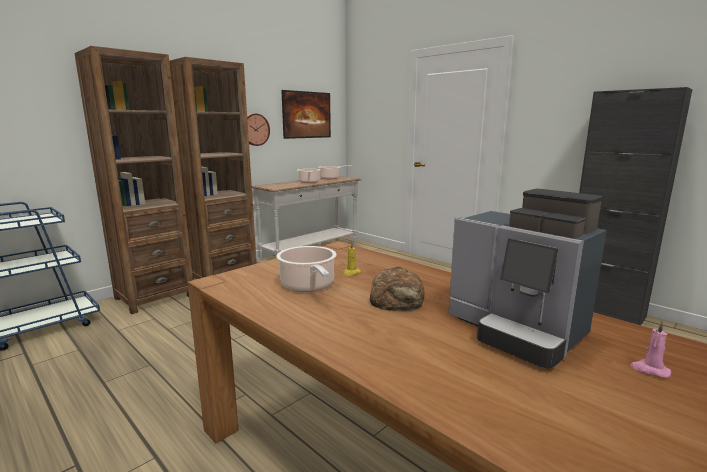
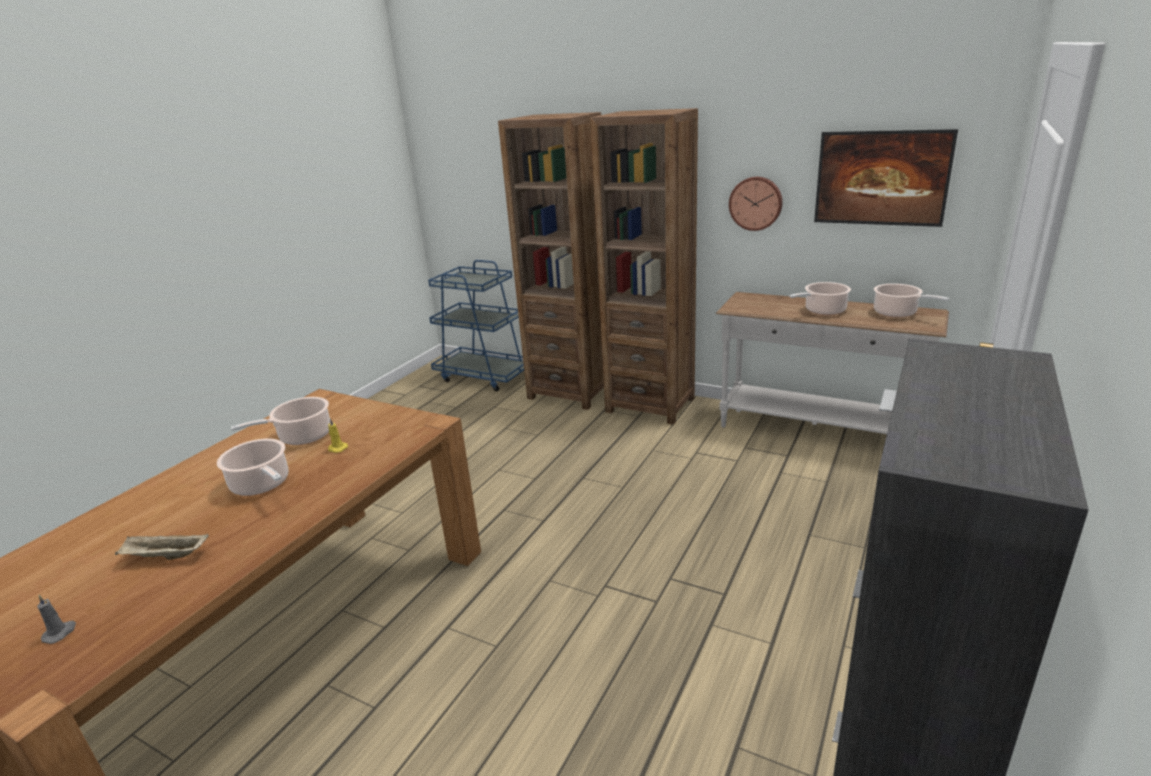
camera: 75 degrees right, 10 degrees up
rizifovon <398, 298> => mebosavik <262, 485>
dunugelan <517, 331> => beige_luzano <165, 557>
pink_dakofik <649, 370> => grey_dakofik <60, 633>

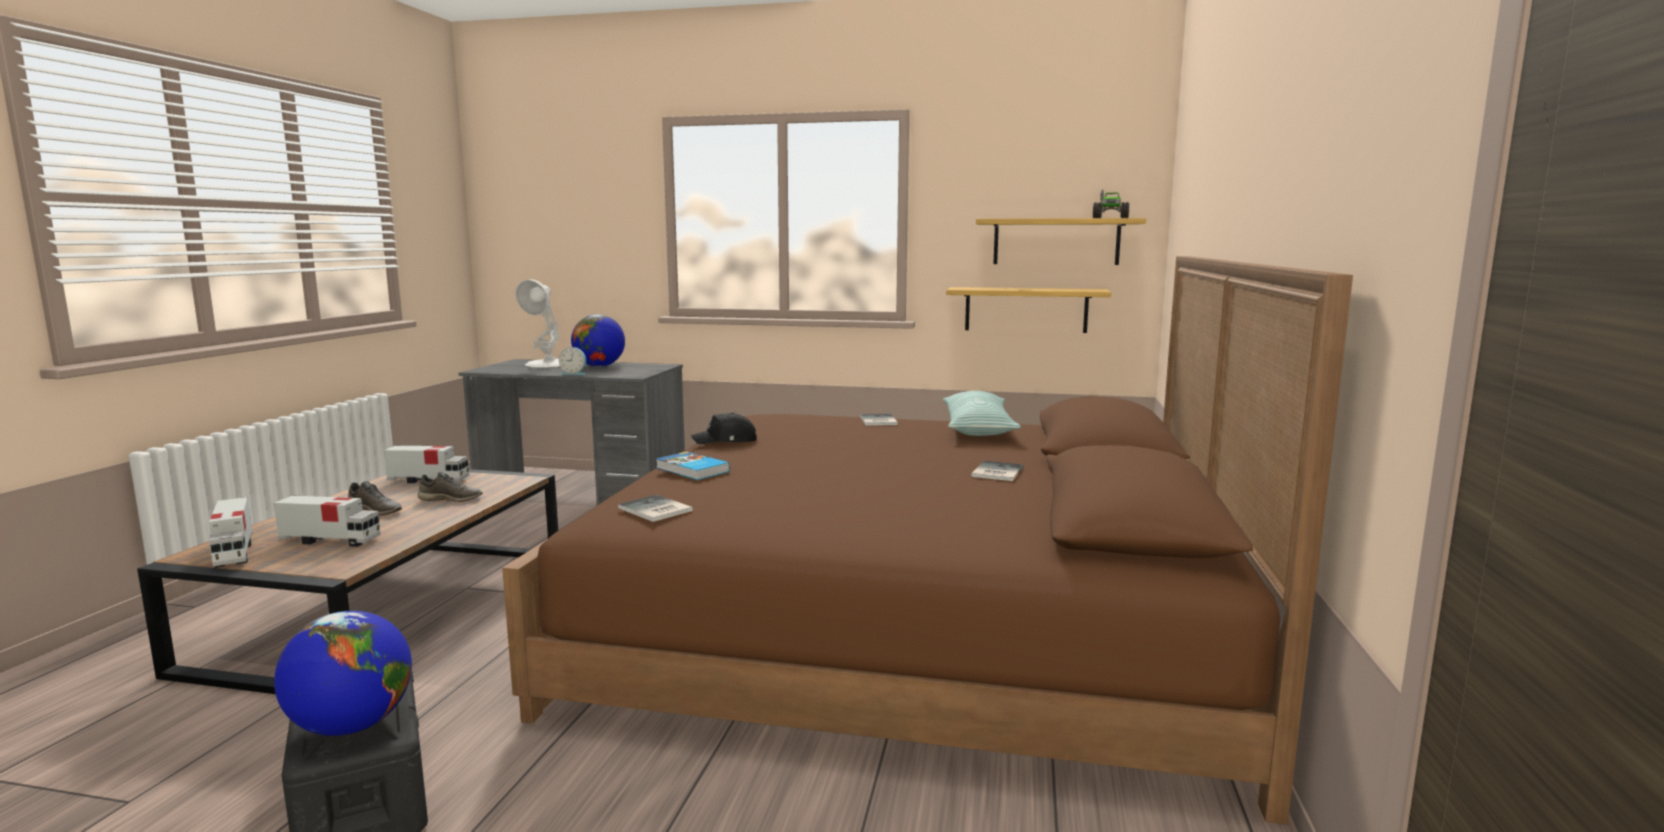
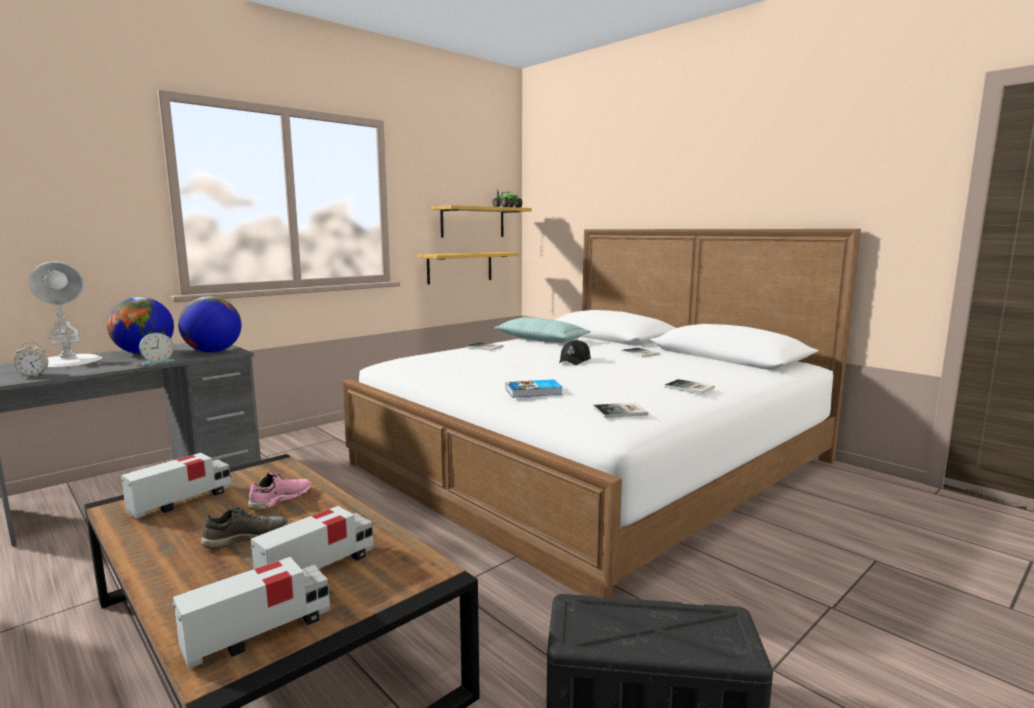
camera: 55 degrees left, 0 degrees up
nothing => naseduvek <33, 375>
nothing => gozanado <690, 388>
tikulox <352, 726> => tikulox <213, 352>, move
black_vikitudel <726, 441> => black_vikitudel <575, 361>, move
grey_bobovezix <451, 499> => pink_bobovezix <280, 499>
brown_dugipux <912, 620> => white_dugipux <592, 461>
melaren <234, 553> => melaren <260, 633>, 45 degrees counterclockwise

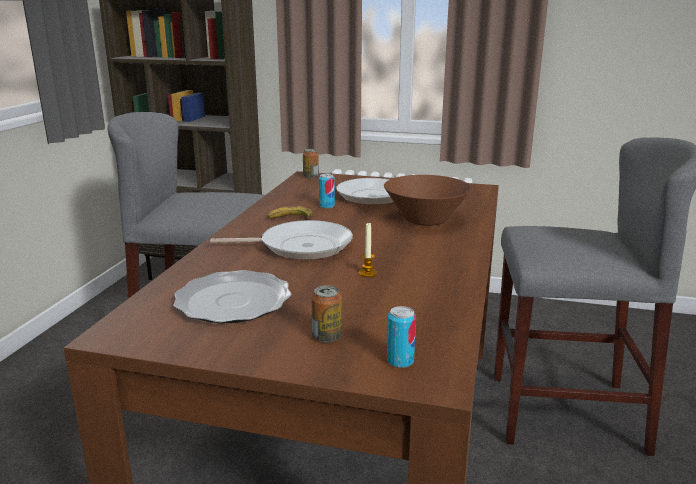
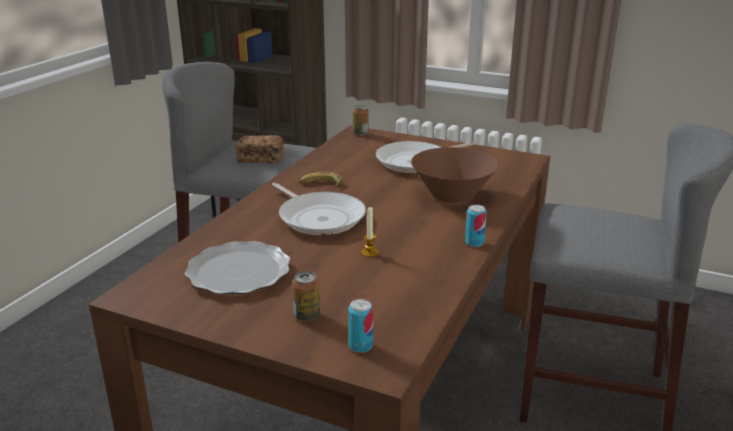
camera: 10 degrees right, 5 degrees up
nothing => rizifovon <260, 159>
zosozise <326, 206> => zosozise <474, 243>, move
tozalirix <300, 246> => tozalirix <319, 217>, 45 degrees clockwise

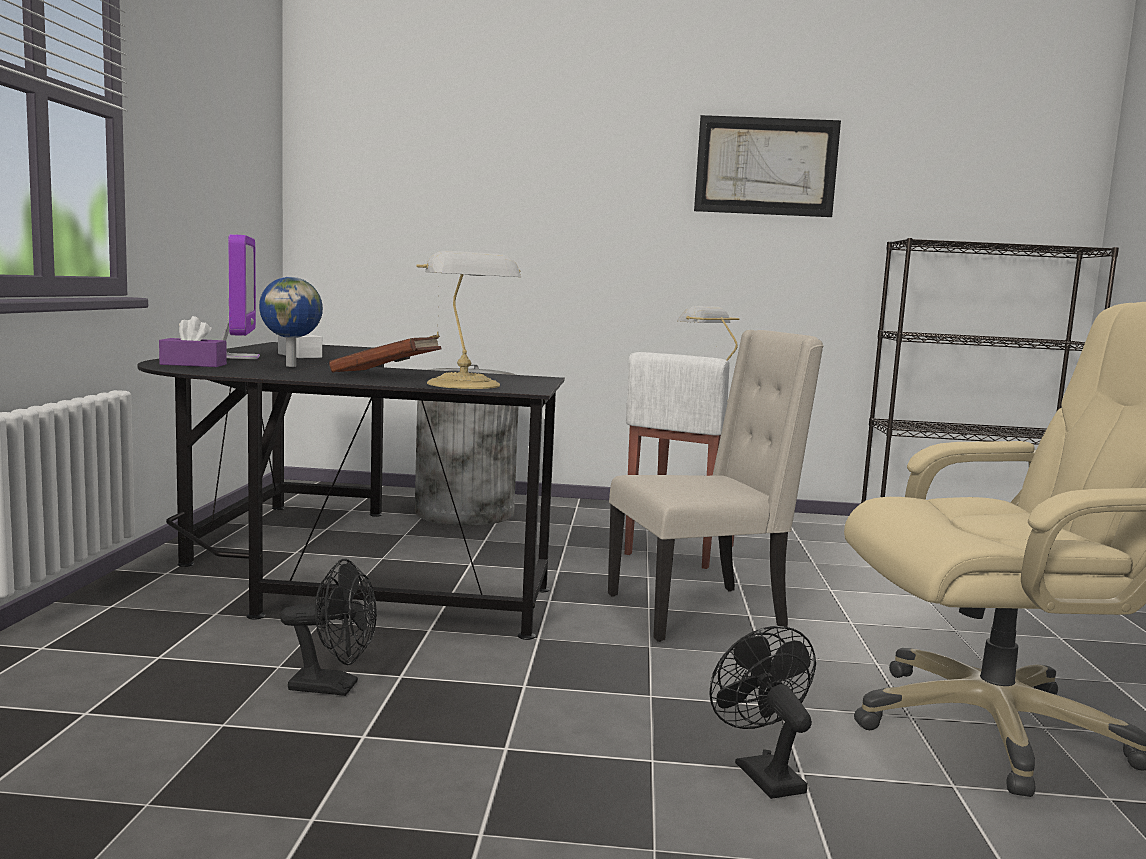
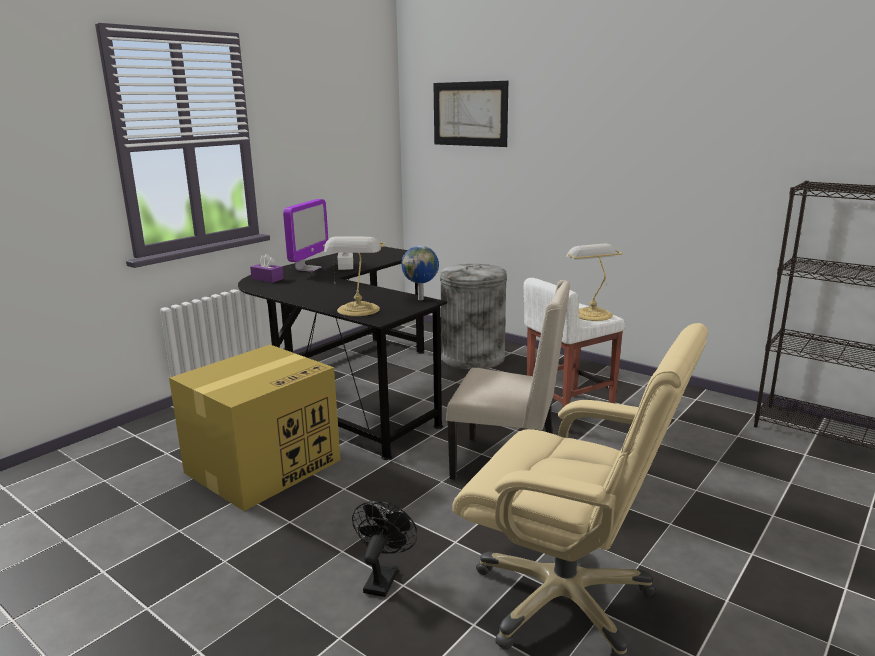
camera: 35 degrees right, 10 degrees up
brown_gozanado <386, 375> => nothing
tikulox <291, 366> => tikulox <421, 299>, move
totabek <766, 166> => totabek <469, 114>, move
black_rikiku <334, 687> => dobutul <264, 465>

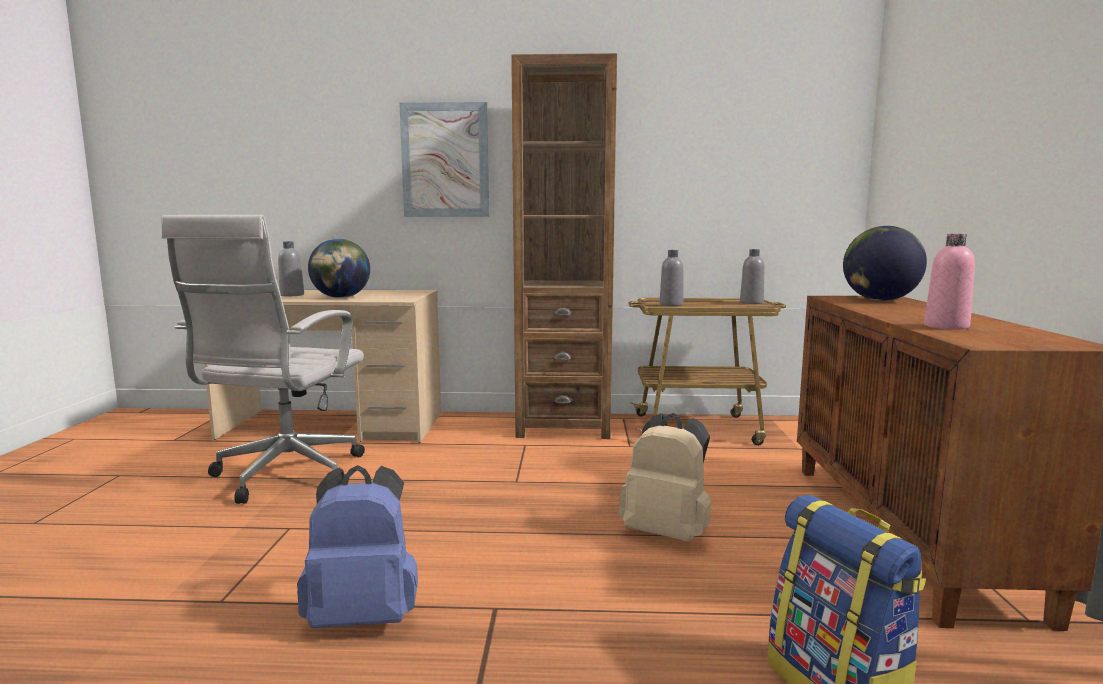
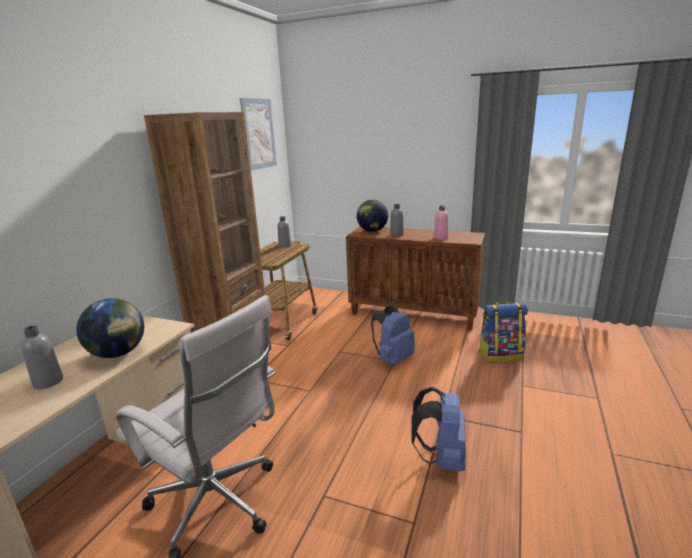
camera: 70 degrees left, 10 degrees up
totabek <445, 160> => totabek <258, 134>, move
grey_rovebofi <671, 304> => grey_rovebofi <396, 235>, move
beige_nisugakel <667, 533> => blue_nisugakel <393, 359>

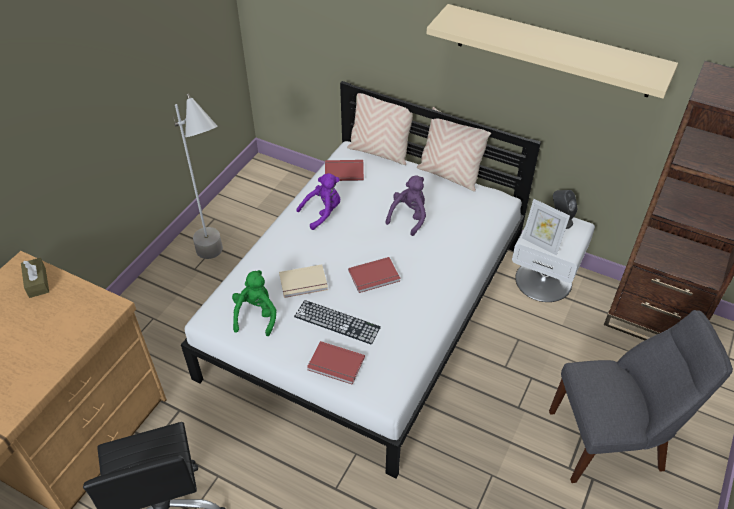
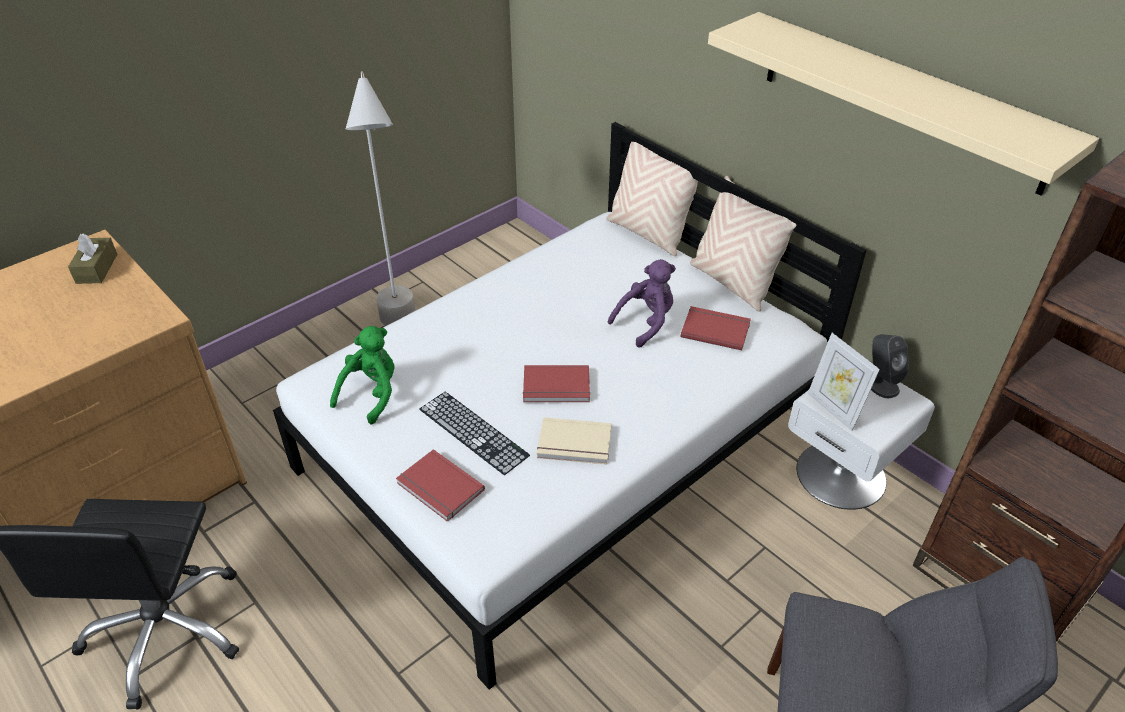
camera: 20 degrees right, 5 degrees down
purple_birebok <322, 212> => nothing
beige_gozanado <304, 283> => beige_gozanado <574, 444>, move
red_gozanado <344, 171> => red_gozanado <715, 329>, move

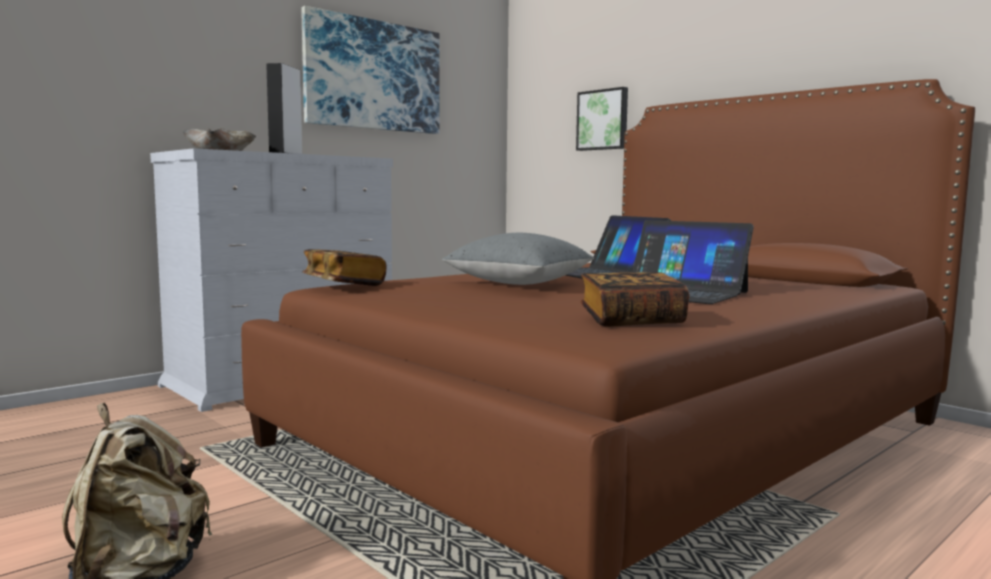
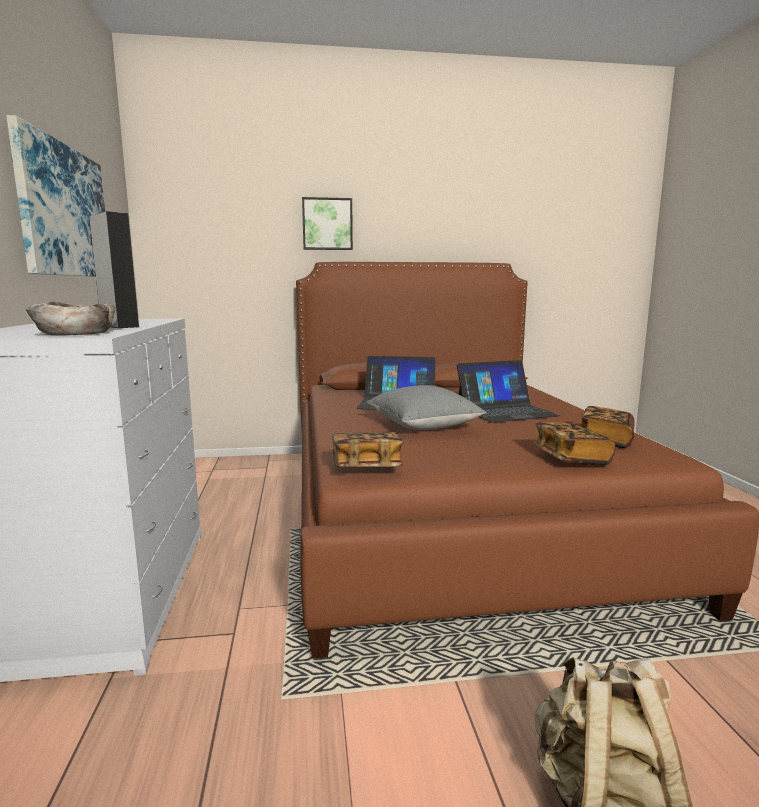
camera: 55 degrees left, 5 degrees up
nothing => gozanado <570, 458>
totabek <603, 120> => totabek <327, 224>, move

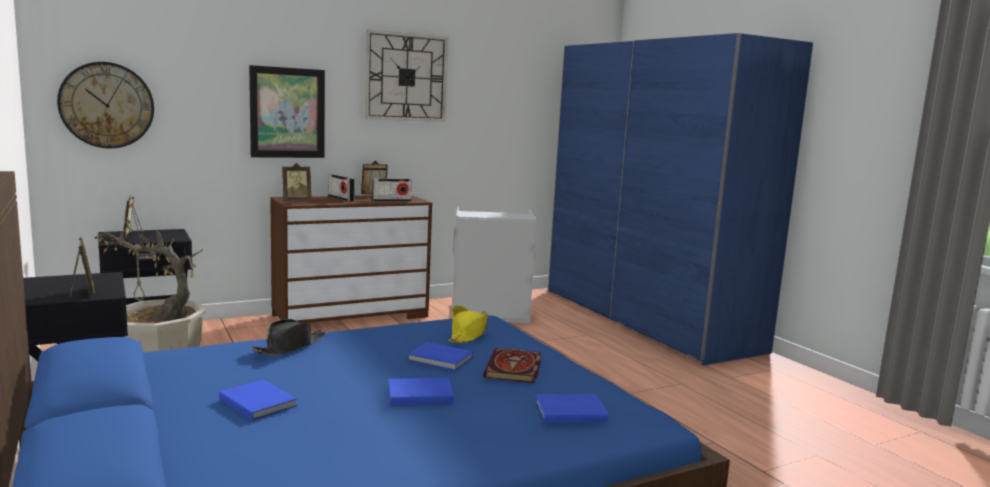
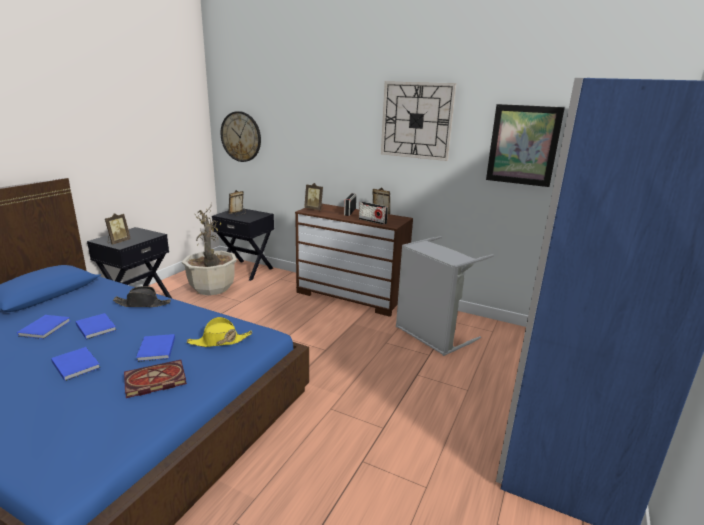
camera: 55 degrees right, 10 degrees up
totabek <287, 113> => totabek <523, 145>, move
blue_gozanado <568, 411> => blue_gozanado <96, 327>, move

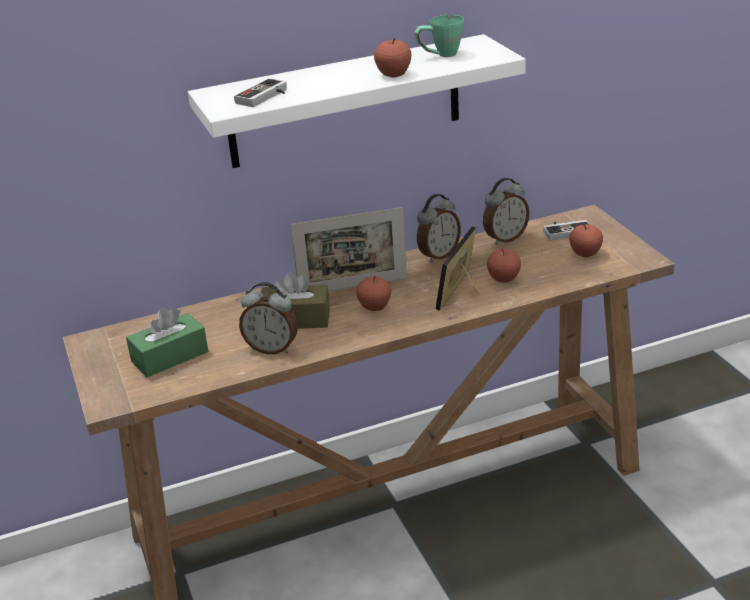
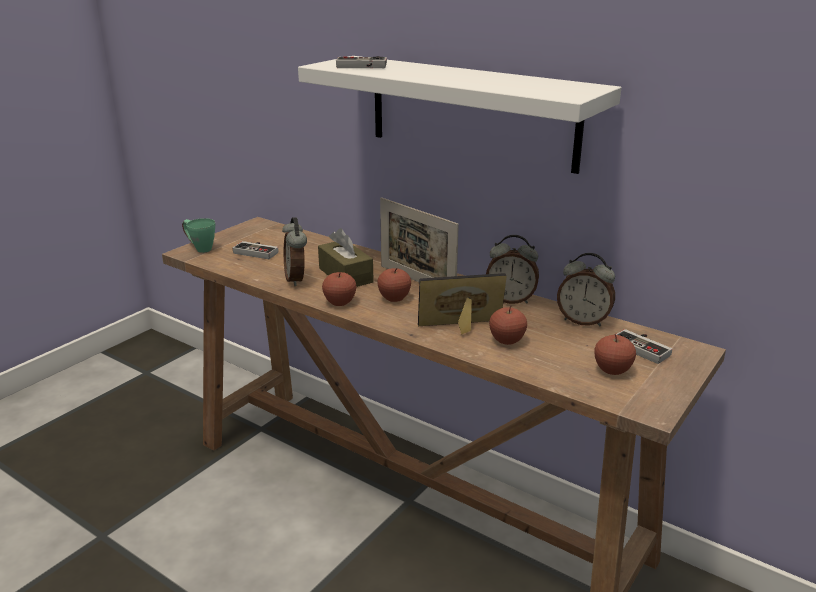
camera: 55 degrees right, 5 degrees down
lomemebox <393, 74> => lomemebox <340, 302>, move
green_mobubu <440, 55> => green_mobubu <199, 248>, move
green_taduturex <170, 357> => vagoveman <258, 251>

